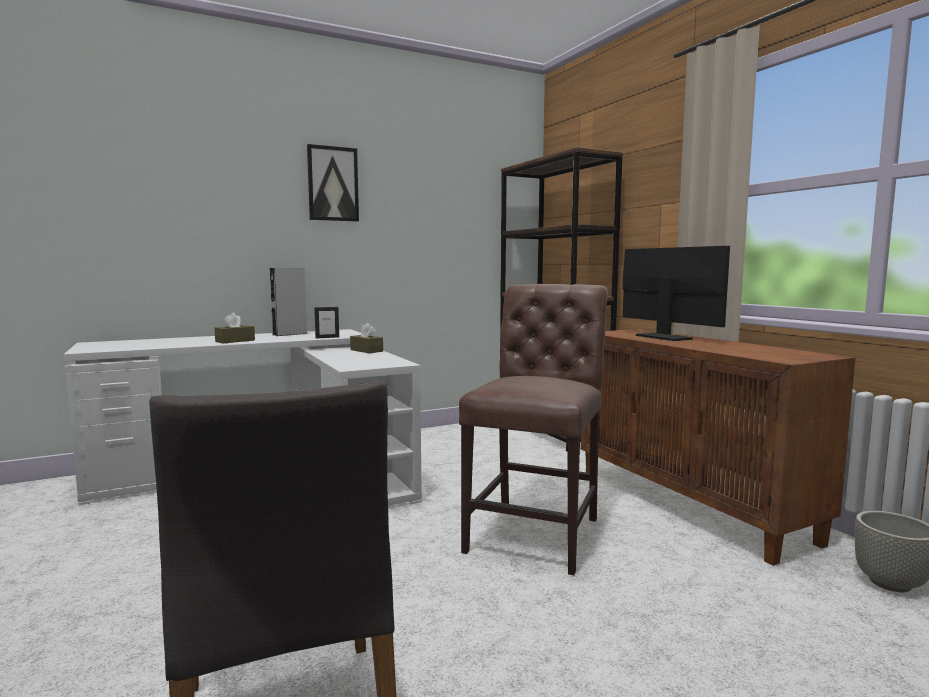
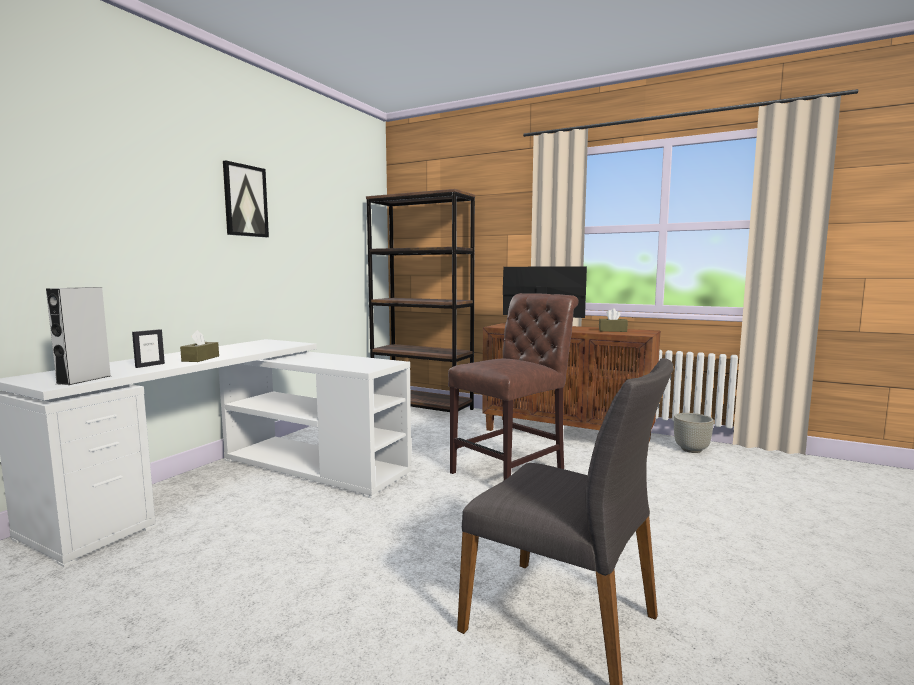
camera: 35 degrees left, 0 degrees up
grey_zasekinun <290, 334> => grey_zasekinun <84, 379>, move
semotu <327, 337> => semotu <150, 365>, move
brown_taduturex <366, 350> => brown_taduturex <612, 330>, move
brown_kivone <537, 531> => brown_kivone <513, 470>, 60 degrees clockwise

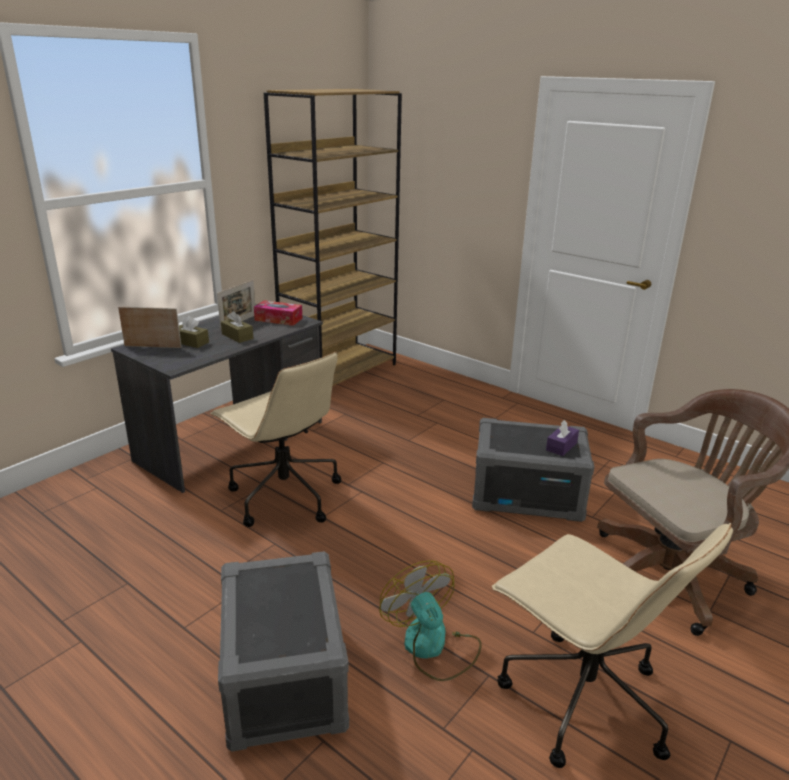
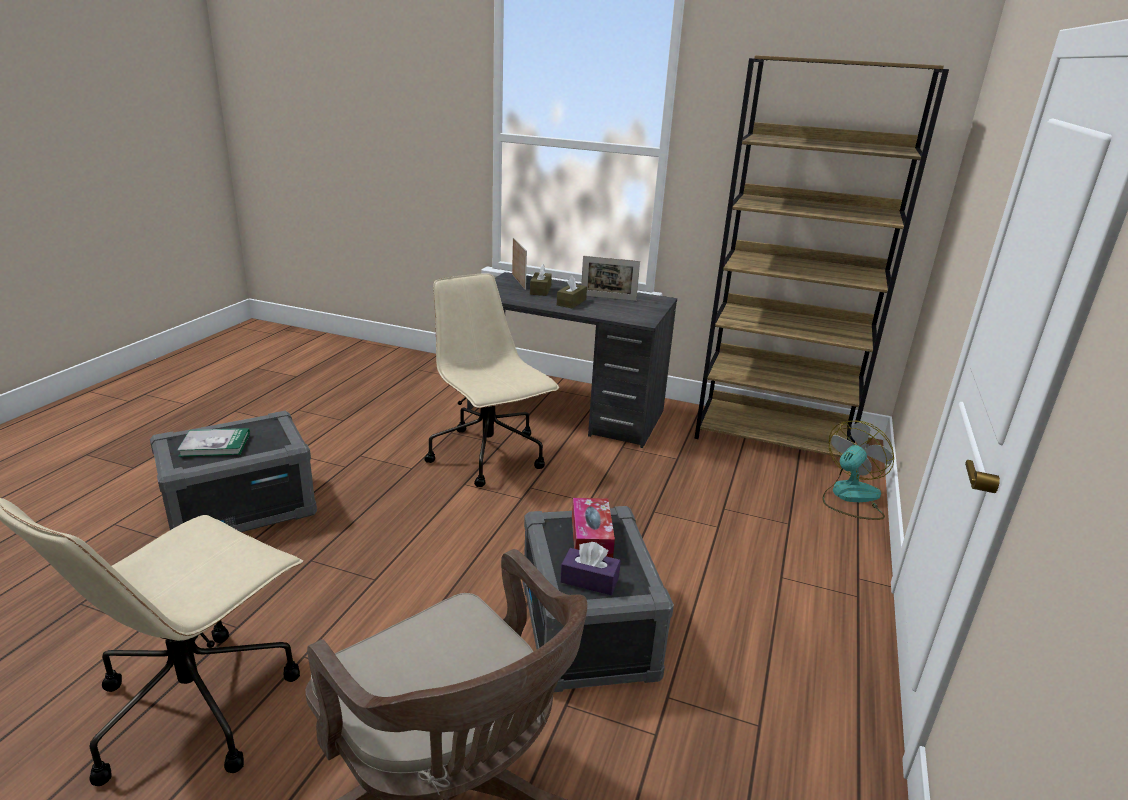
camera: 70 degrees right, 0 degrees up
nothing => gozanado <215, 445>
taduturex <278, 319> => taduturex <591, 537>, move
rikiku <432, 646> => rikiku <850, 497>, move
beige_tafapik <283, 496> => beige_tafapik <489, 456>, 120 degrees clockwise

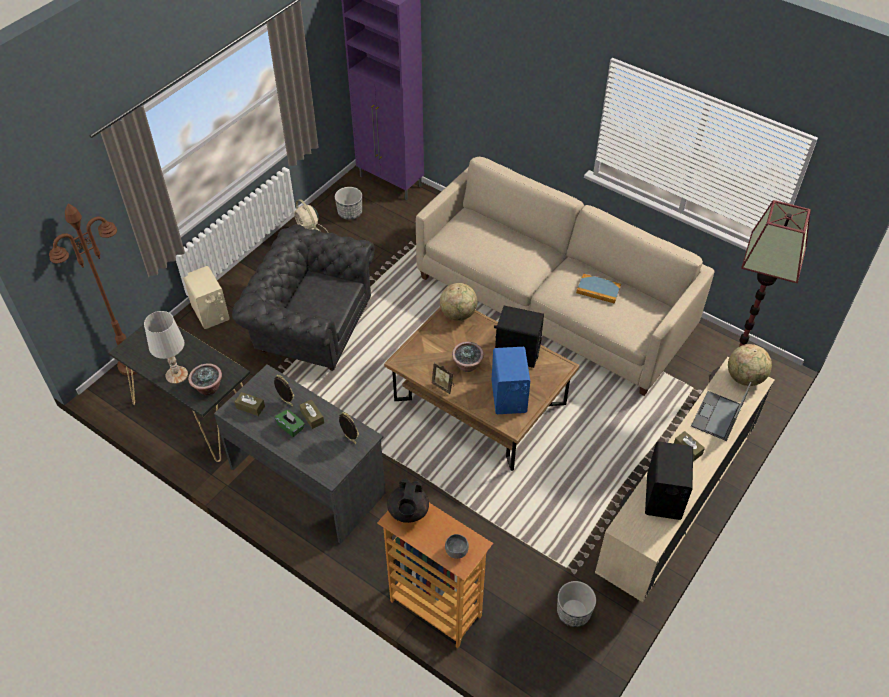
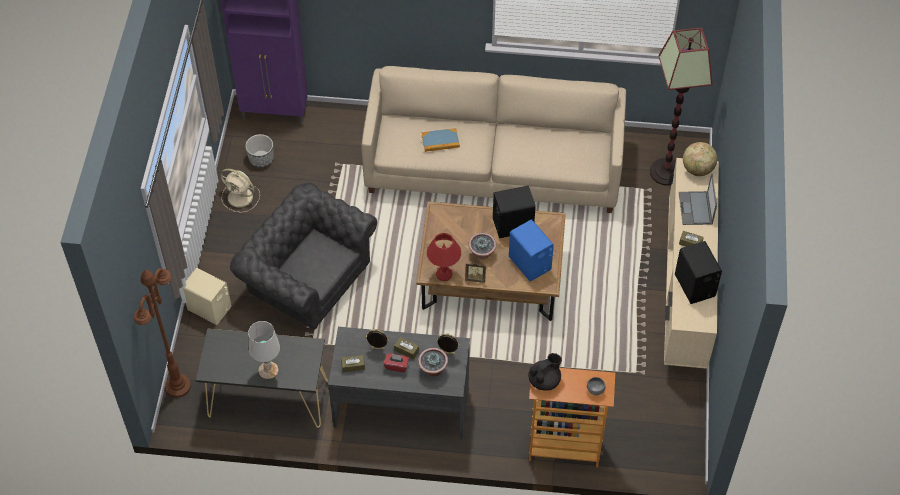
camera: 30 degrees left, 5 degrees up
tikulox <458, 314> => nothing
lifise <573, 612> => nothing
nothing => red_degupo <444, 273>
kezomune <208, 388> => kezomune <433, 369>, move
gozanado <598, 290> => gozanado <440, 141>, move
green_taduturex <291, 427> => red_taduturex <396, 366>
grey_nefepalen <310, 326> => grey_nefepalen <307, 280>, 45 degrees clockwise
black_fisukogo <408, 511> => black_fisukogo <544, 380>, 105 degrees counterclockwise

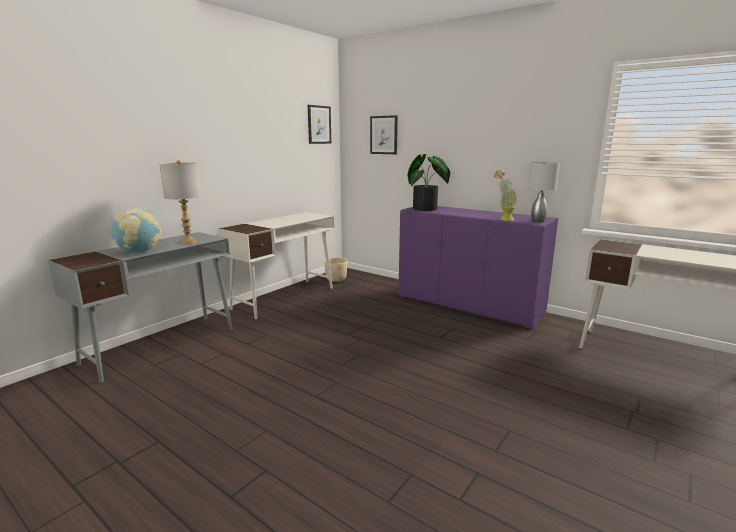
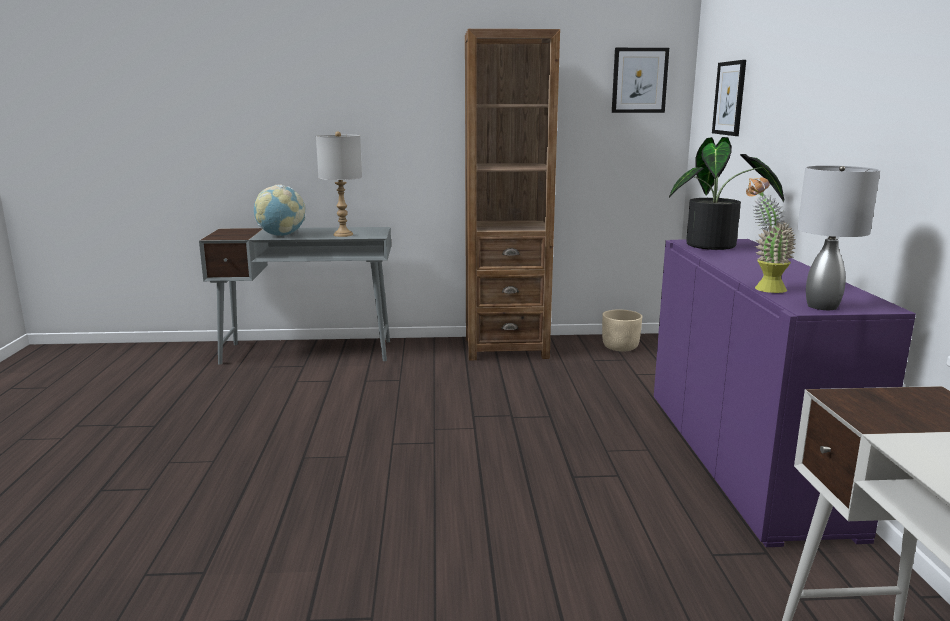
camera: 50 degrees right, 0 degrees up
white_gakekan <285, 297> => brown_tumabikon <506, 348>

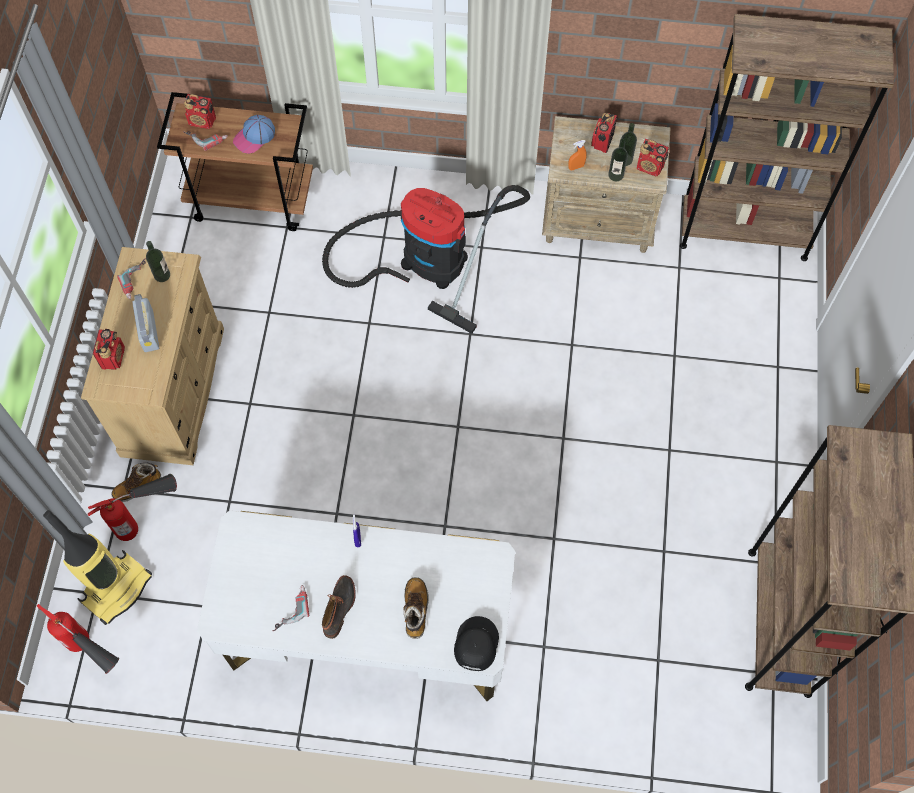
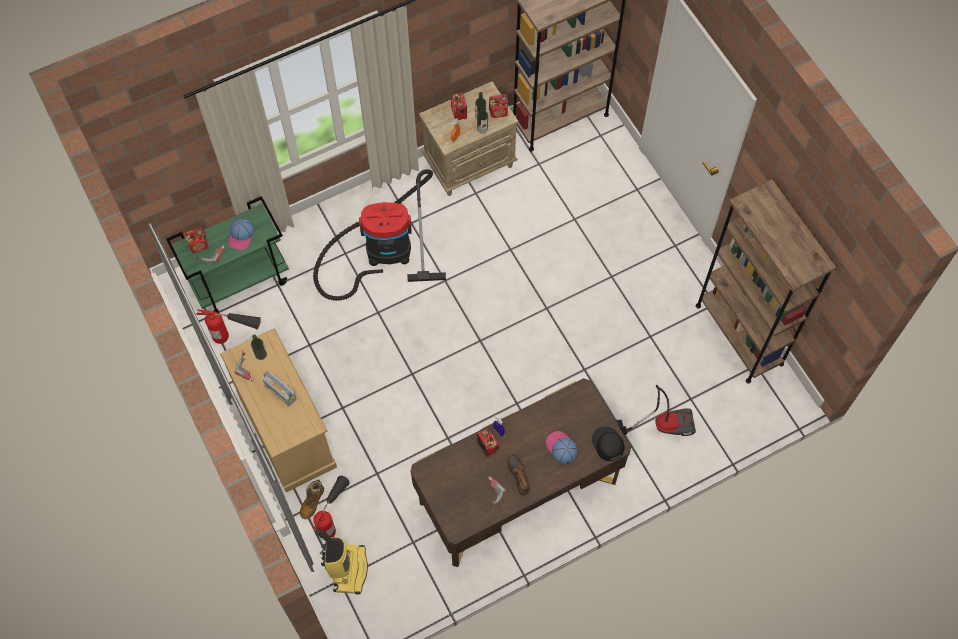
camera: 35 degrees left, 0 degrees up
nothing => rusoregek <662, 424>
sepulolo <94, 653> => sepulolo <236, 336>, move
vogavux <113, 357> => vogavux <487, 446>, move
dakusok <416, 610> => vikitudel <561, 448>
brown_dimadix <252, 199> => green_dimadix <241, 280>
white_gakekan <368, 630> => brown_gakekan <518, 491>

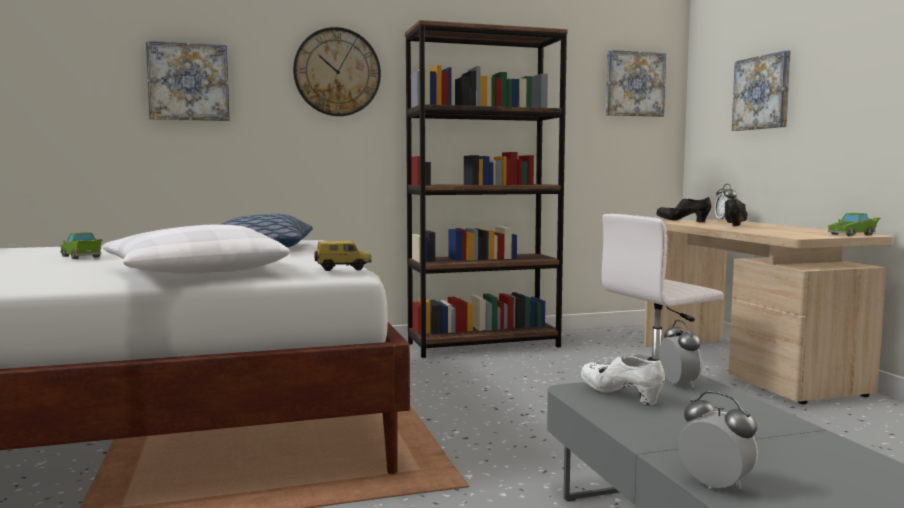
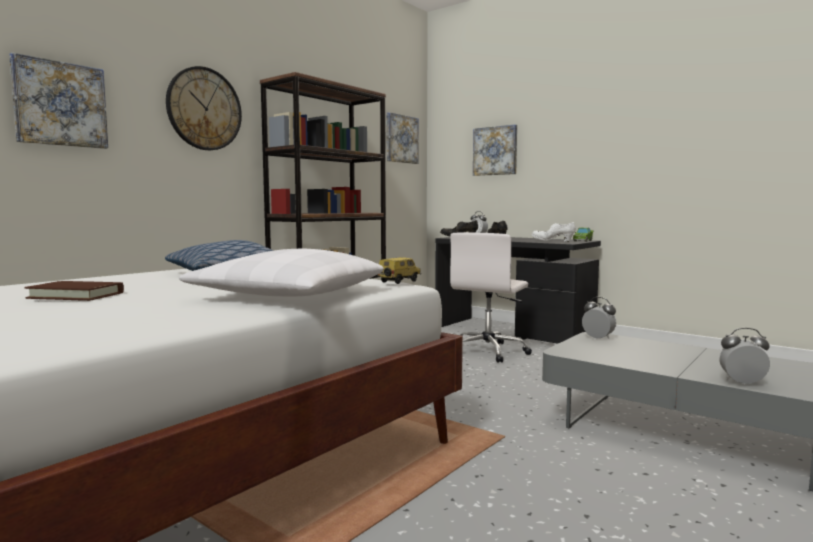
camera: 35 degrees left, 0 degrees up
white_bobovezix <621, 396> => white_bobovezix <552, 241>, move
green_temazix <82, 257> => brown_gozanado <76, 295>
beige_gakekan <748, 368> => black_gakekan <513, 332>

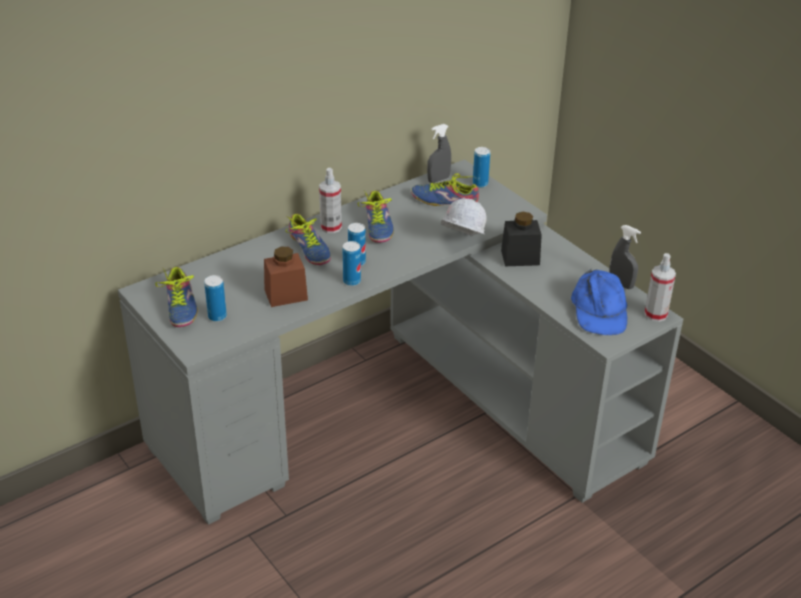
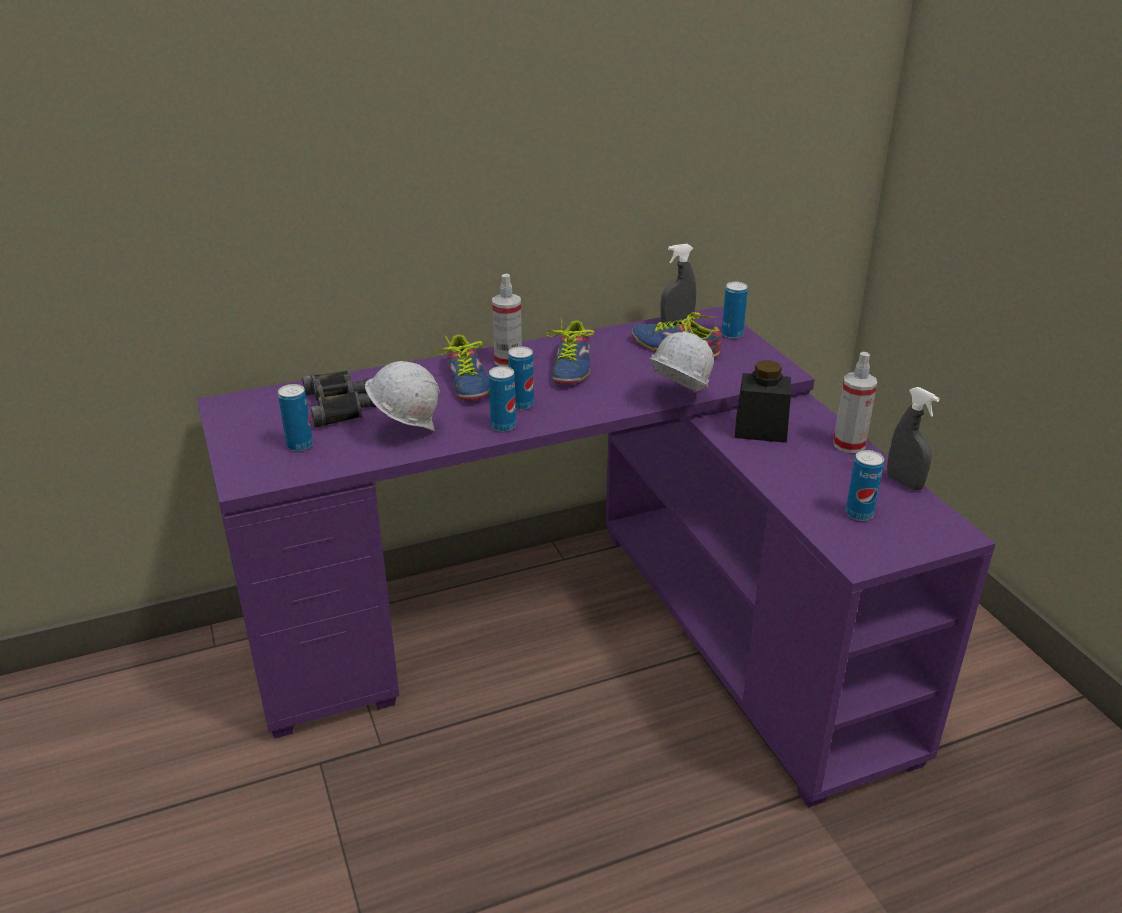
camera: 15 degrees right, 5 degrees down
bobovezix <178, 307> => nothing
nothing => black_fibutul <340, 405>
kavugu <655, 314> => kavugu <849, 444>, move
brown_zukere <286, 295> => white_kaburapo <405, 431>
blue_vikitudel <599, 311> => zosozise <859, 514>
grey_gakekan <401, 412> => purple_gakekan <587, 632>

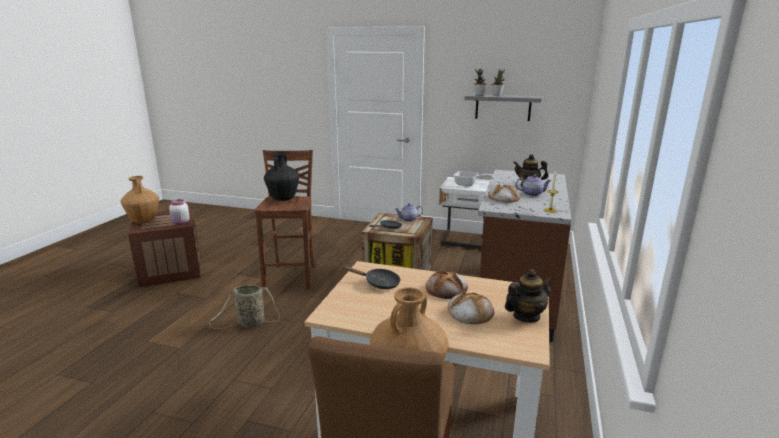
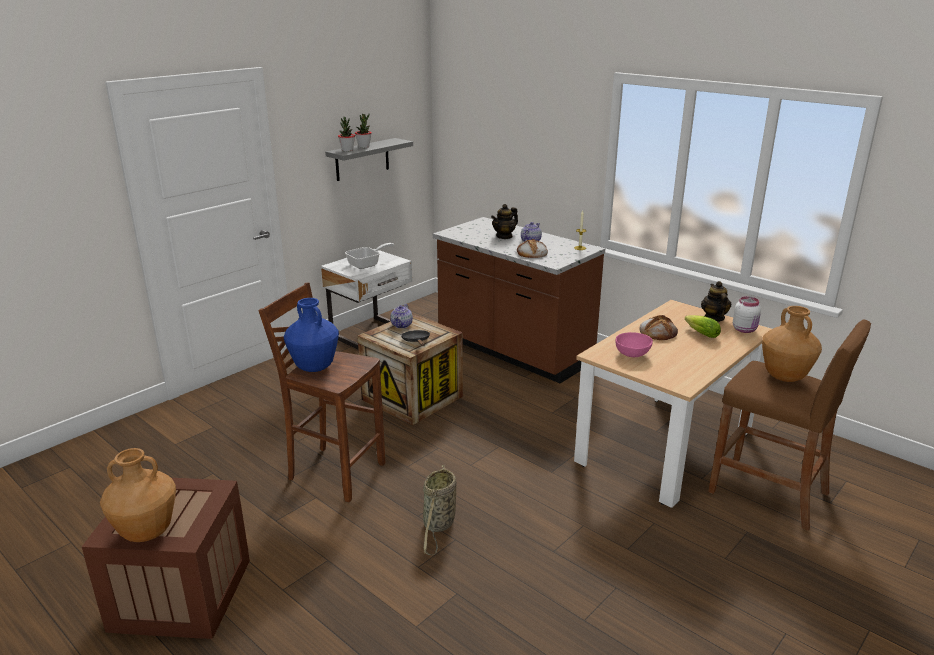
camera: 65 degrees left, 5 degrees up
white_zukere <181, 223> => white_zukere <745, 329>, move
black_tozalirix <378, 283> => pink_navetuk <633, 355>
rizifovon <469, 312> => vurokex <700, 333>
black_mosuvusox <283, 199> => blue_mosuvusox <314, 367>

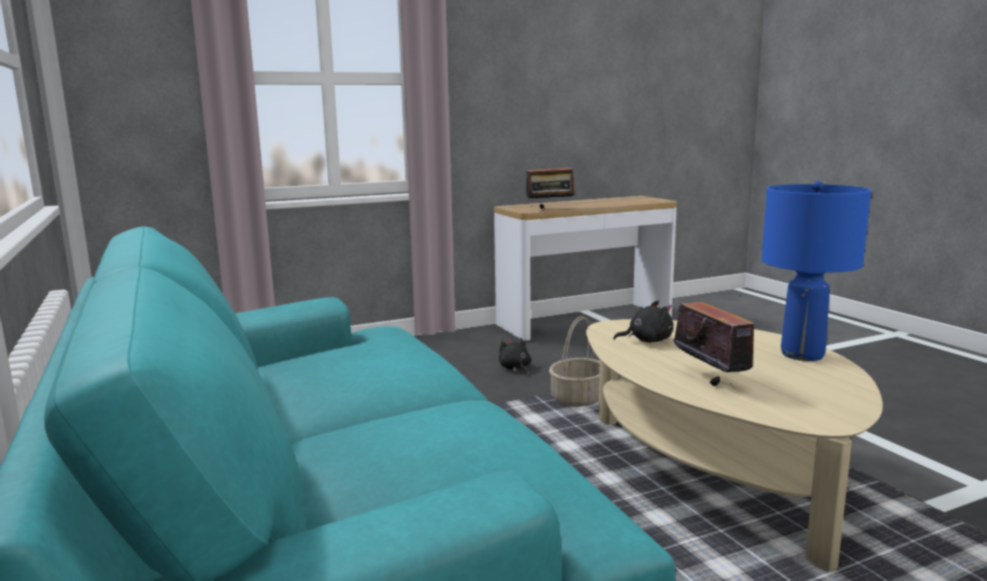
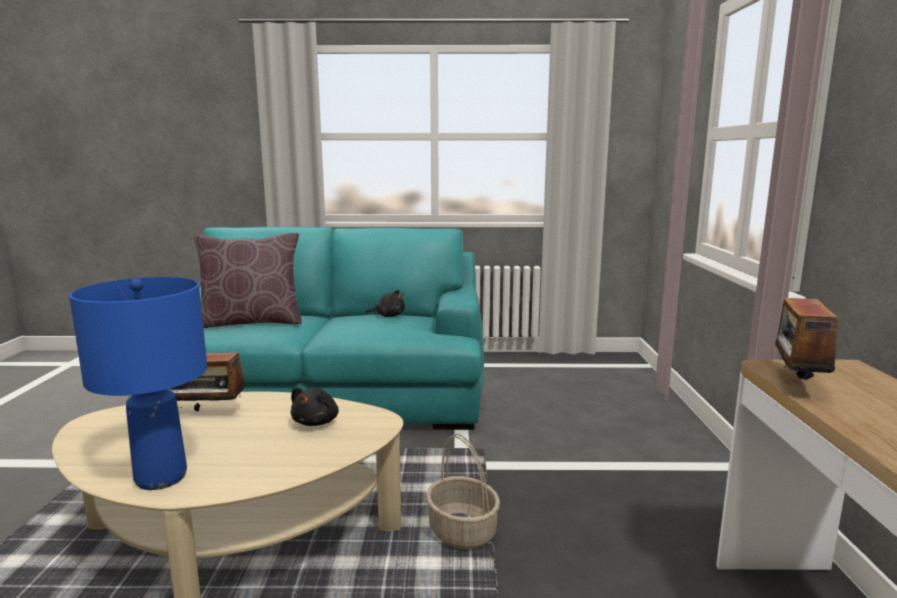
camera: 115 degrees right, 0 degrees up
nothing => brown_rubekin <251, 322>
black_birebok <515, 368> => black_birebok <388, 316>, move

